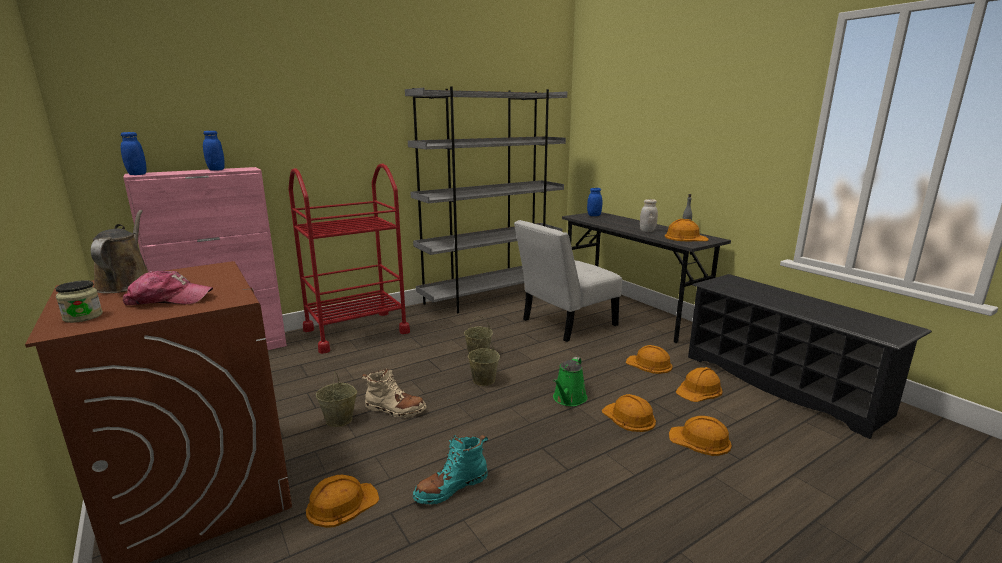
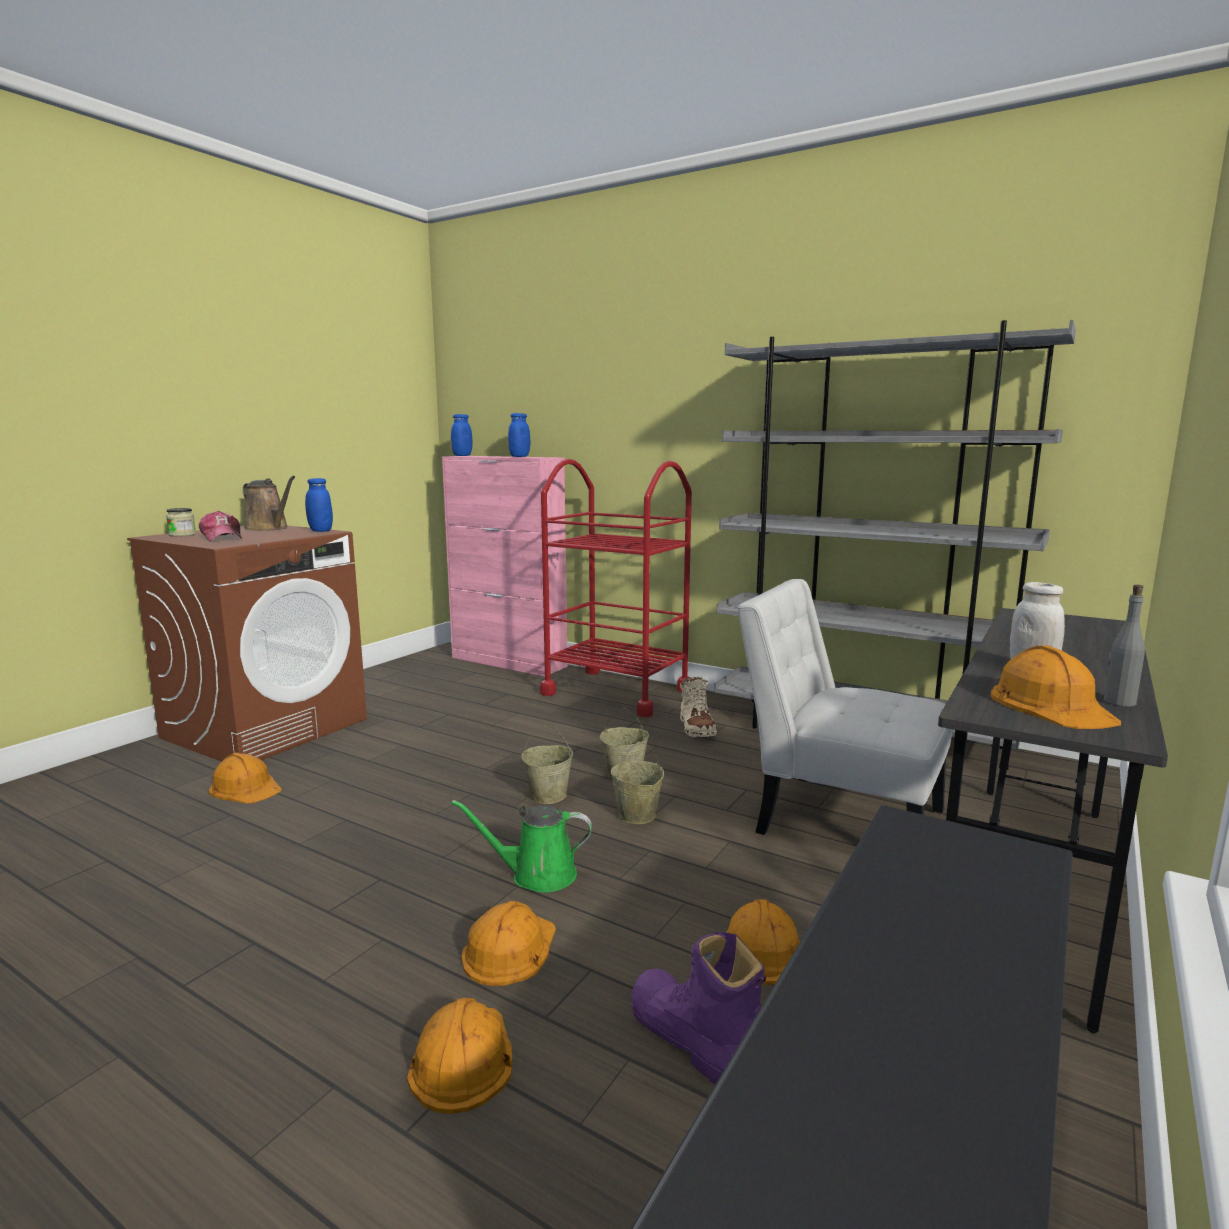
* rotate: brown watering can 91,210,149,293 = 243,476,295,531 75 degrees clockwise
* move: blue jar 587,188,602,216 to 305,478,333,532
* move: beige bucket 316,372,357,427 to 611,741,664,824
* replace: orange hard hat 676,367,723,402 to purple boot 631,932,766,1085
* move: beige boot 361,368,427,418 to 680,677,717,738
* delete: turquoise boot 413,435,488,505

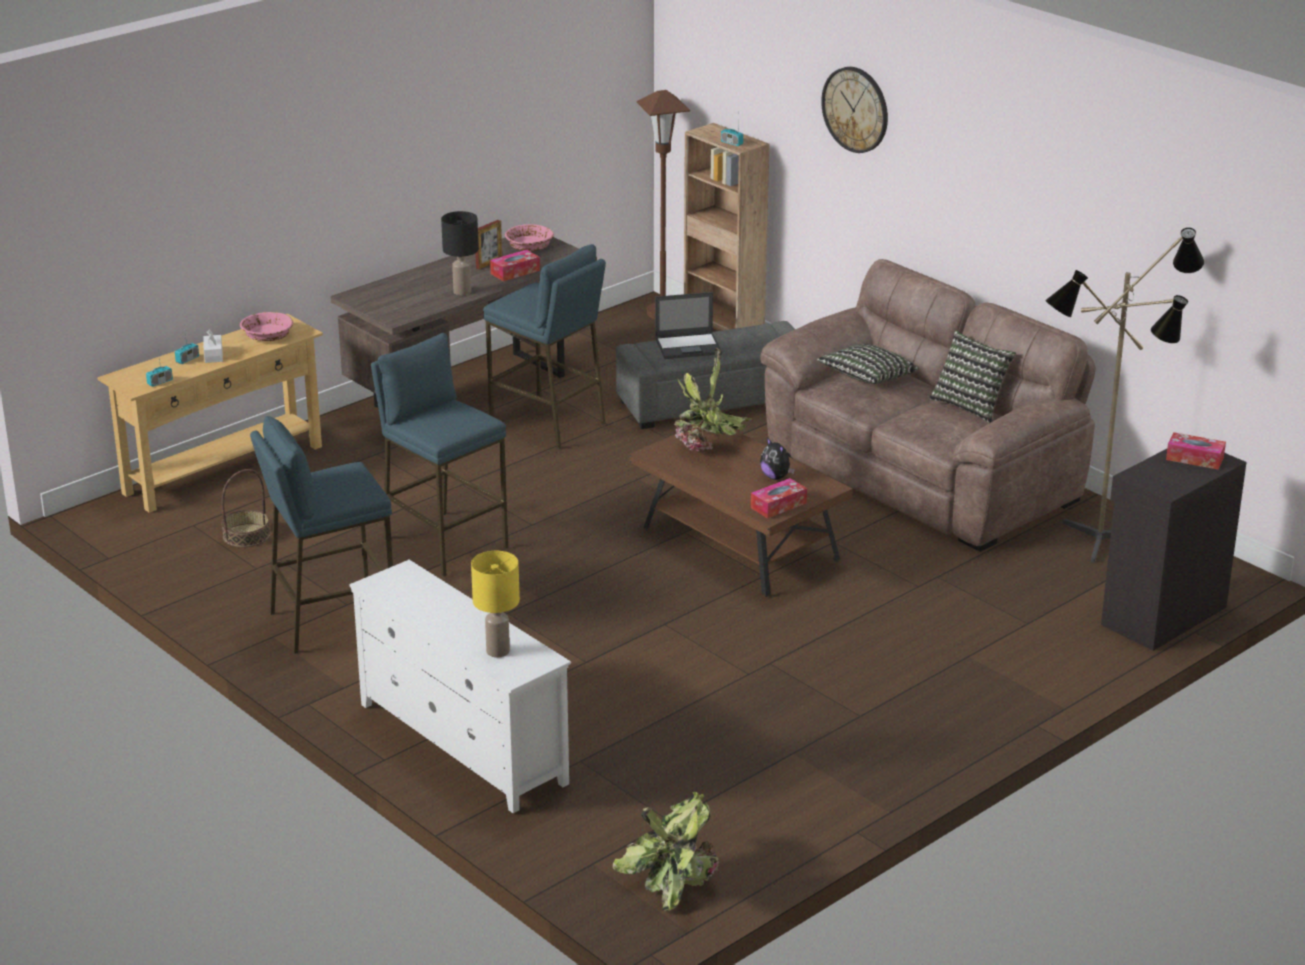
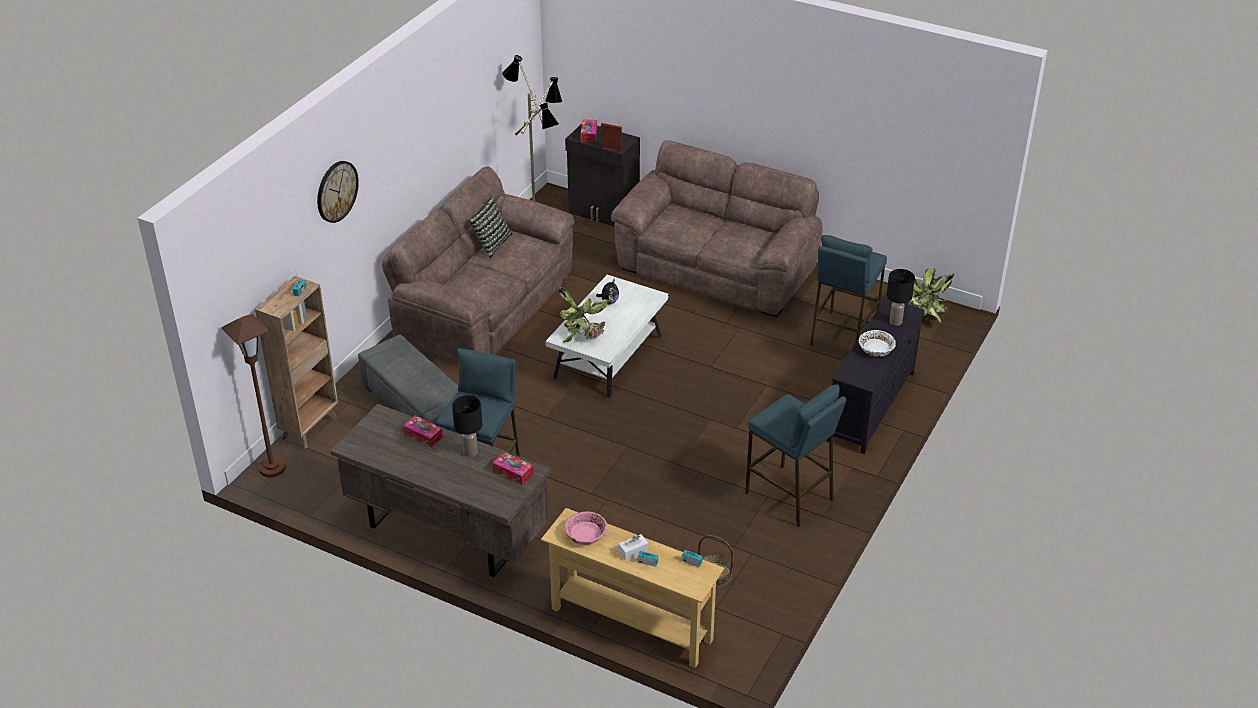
* move: tissue box 751,478,807,519 to 493,452,533,485
* recolor: brown coffee table 630,430,853,597 to white coffee table 545,275,669,398
* move: picture frame 475,220,502,270 to 601,123,622,152
* insert: brown sofa 611,140,823,317
* move: blue stool 371,333,508,577 to 810,235,887,346
* recolor: white tv stand 349,560,571,813 to black tv stand 827,298,925,454
* insert: white bowl 859,330,896,357
* recolor: yellow table lamp 471,551,520,658 to black table lamp 887,269,915,326
* delete: pink bowl 505,224,554,251
* delete: laptop 655,292,722,359
* delete: pillow 817,344,919,384

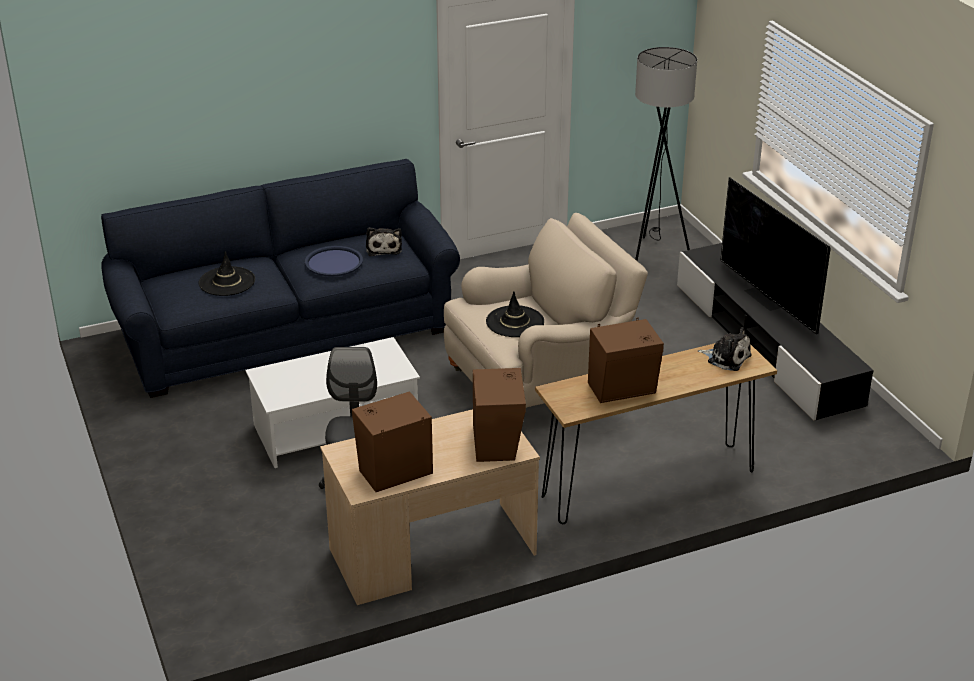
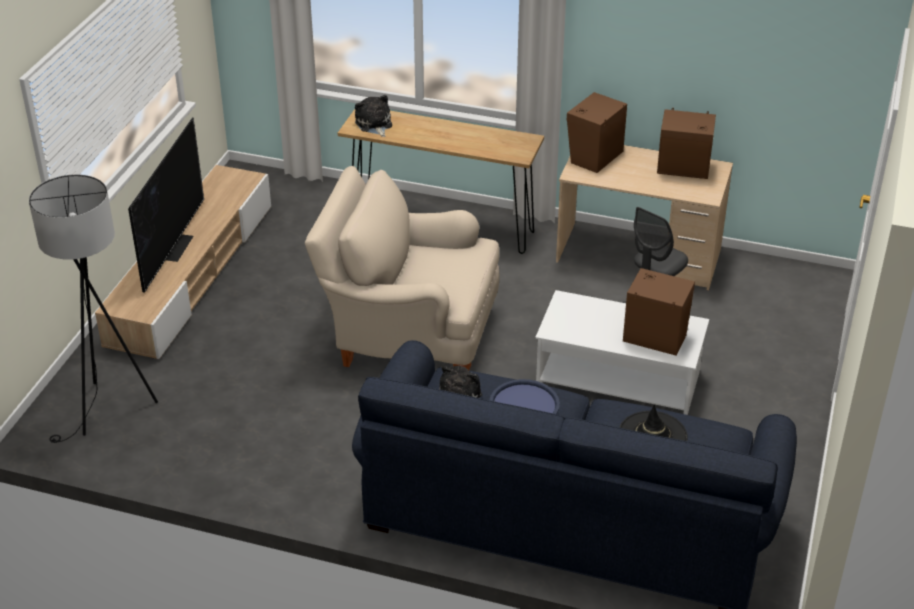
* recolor: black tv stand 677,243,874,421 to beige tv stand 95,165,271,359
* move: brown speaker 588,318,664,403 to 623,268,695,356
* delete: black hat 486,291,544,337

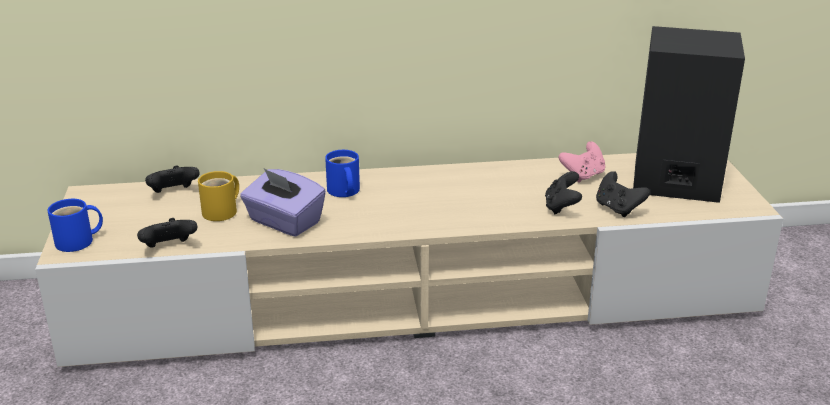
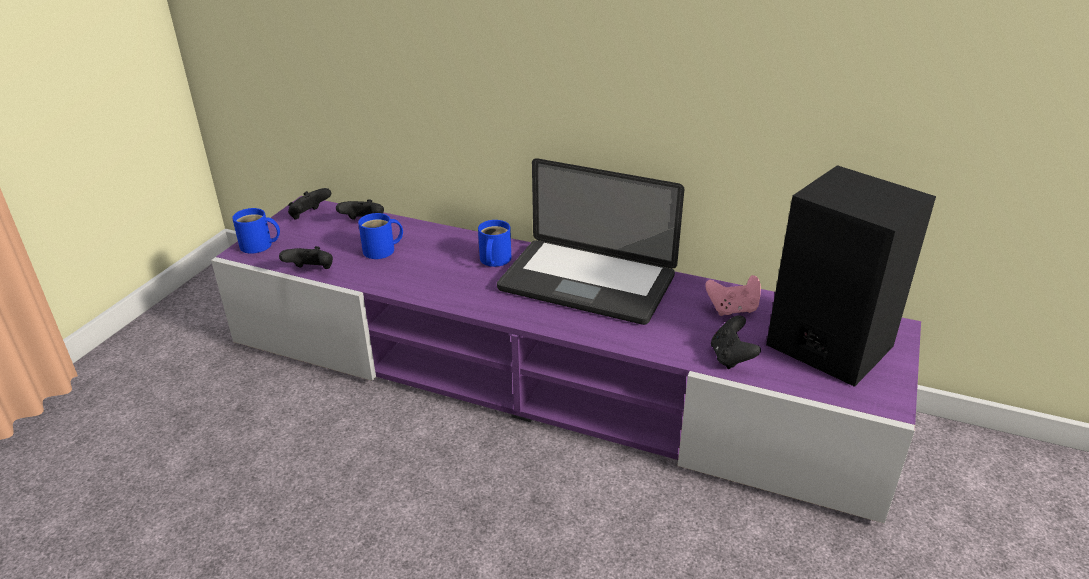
* recolor: beige tv stand 35,153,783,367 to purple tv stand 211,196,921,524
* move: black game controller 545,171,582,214 to 288,188,331,220
* recolor: yellow mug 198,171,239,221 to blue mug 358,213,403,259
* insert: laptop 497,158,684,325
* delete: purple tissue box 240,168,326,237

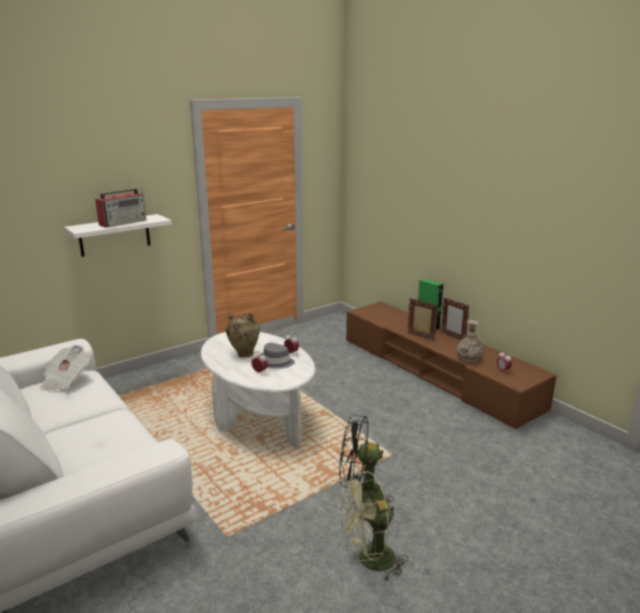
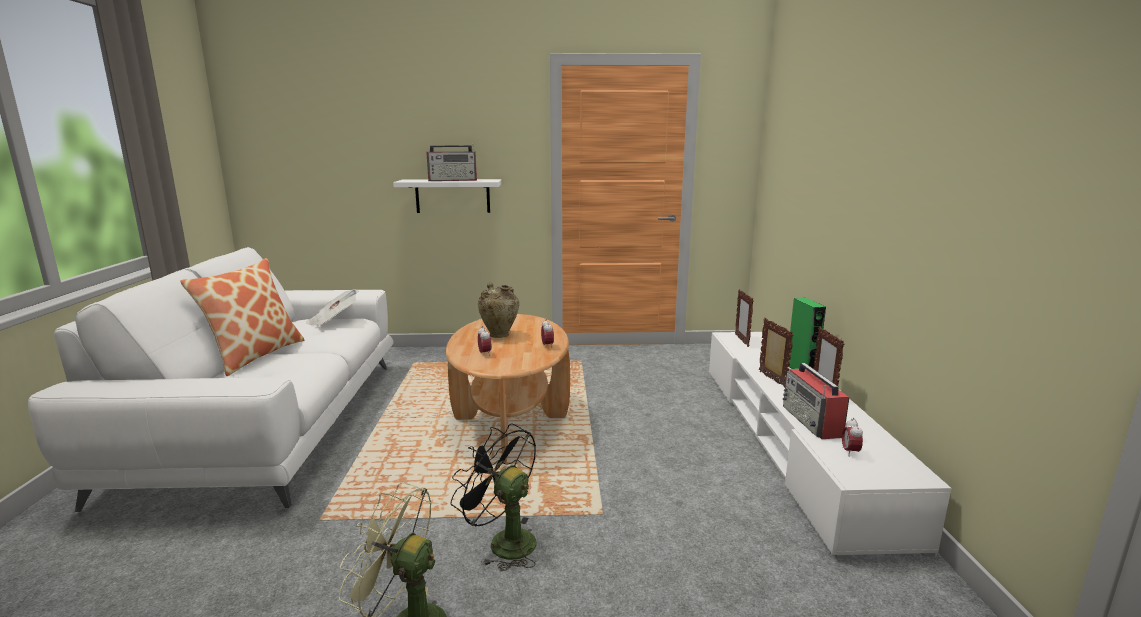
* insert: pillow 180,258,304,376
* recolor: white coffee table 201,332,315,449 to brown coffee table 445,314,570,463
* recolor: brown tv stand 346,301,557,430 to white tv stand 709,332,951,559
* insert: picture frame 735,289,754,347
* replace: vase 457,320,484,363 to radio 783,363,849,439
* delete: grey hat 260,343,295,369

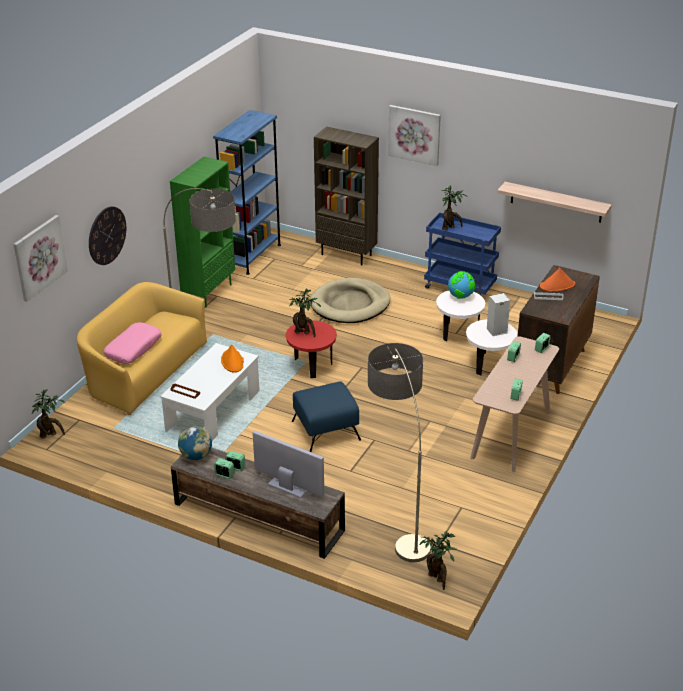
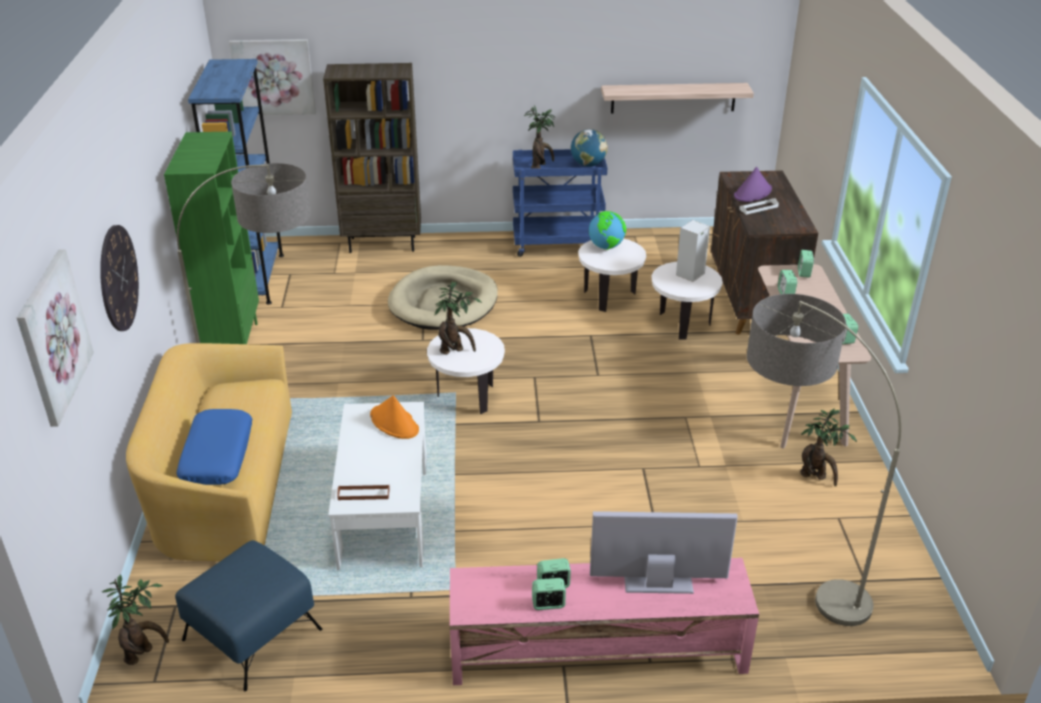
* move: blue ottoman 292,381,361,452 to 175,540,322,691
* recolor: pink pillow 103,322,162,364 to blue pillow 177,409,252,485
* move: picture 388,105,441,166 to 229,39,316,115
* recolor: red side table 286,320,337,378 to white side table 427,328,505,414
* recolor: brown tv stand 171,447,345,559 to pink tv stand 450,558,759,685
* move: globe 178,426,212,460 to 571,129,608,167
* recolor: orange hat 540,268,575,292 to purple hat 734,167,772,202
* move: potted plant 420,531,456,590 to 801,408,857,486

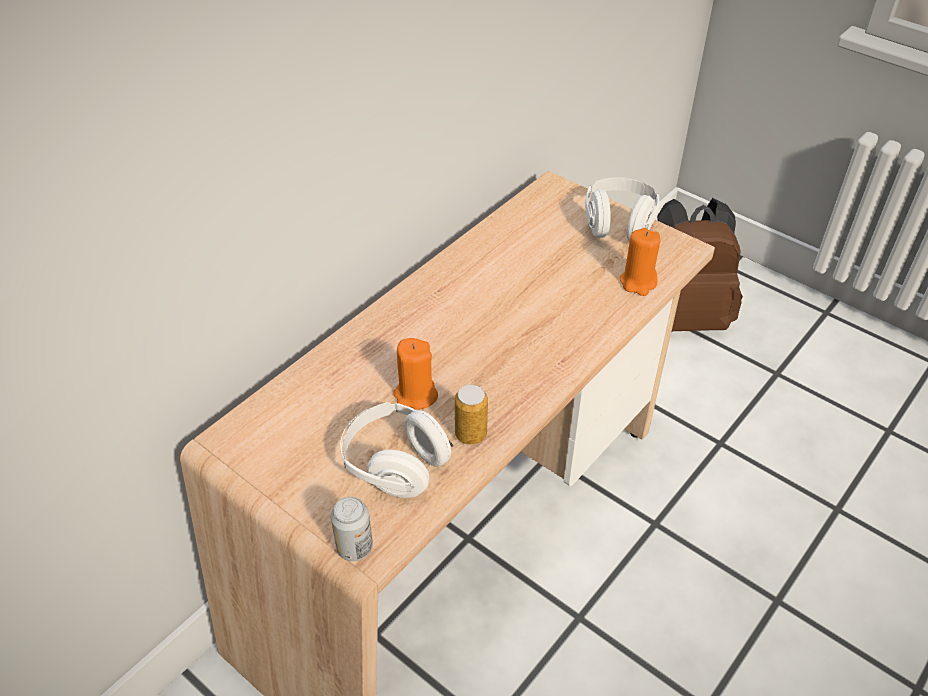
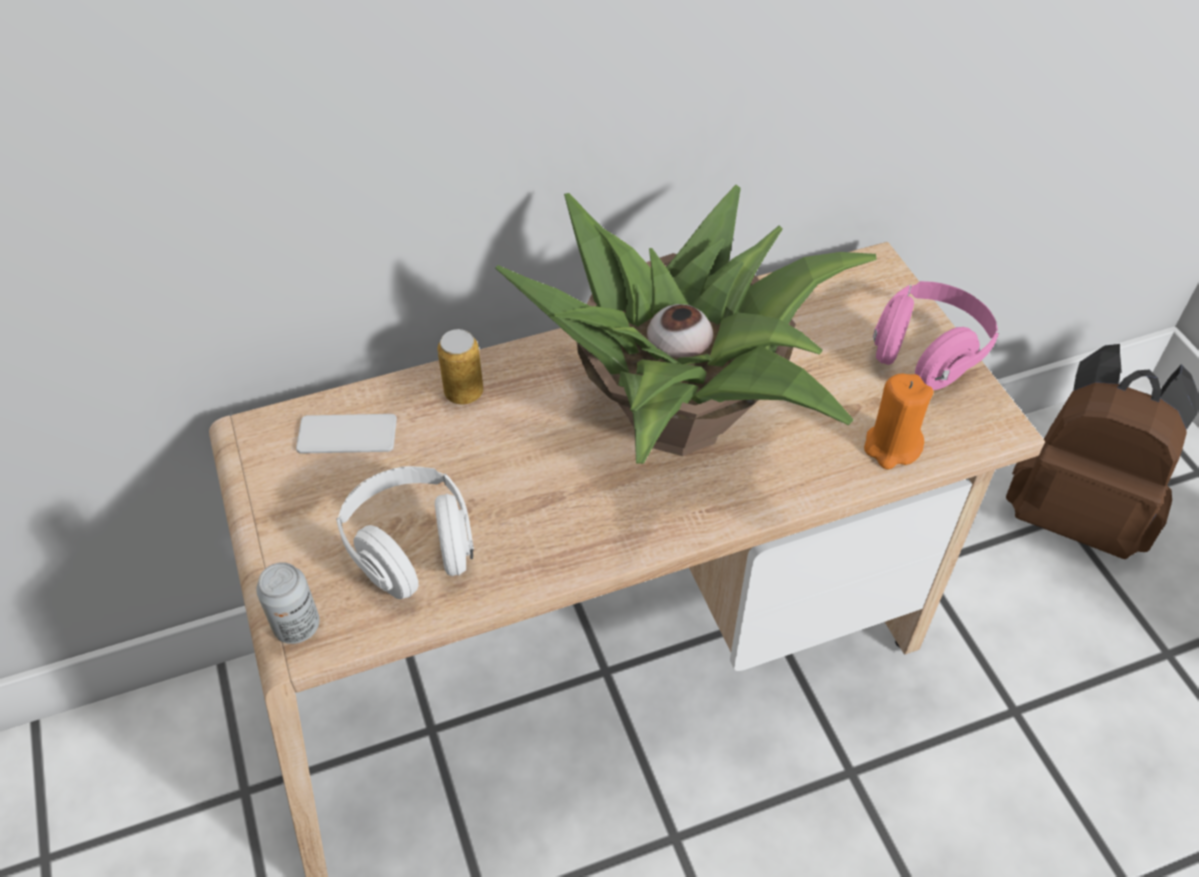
* insert: phone 296,414,397,454
* move: can 455,384,488,445 to 437,329,483,405
* insert: potted plant 495,185,877,464
* recolor: white headphones 585,177,659,241 to pink headphones 873,281,999,390
* delete: orange candle 393,338,438,410

